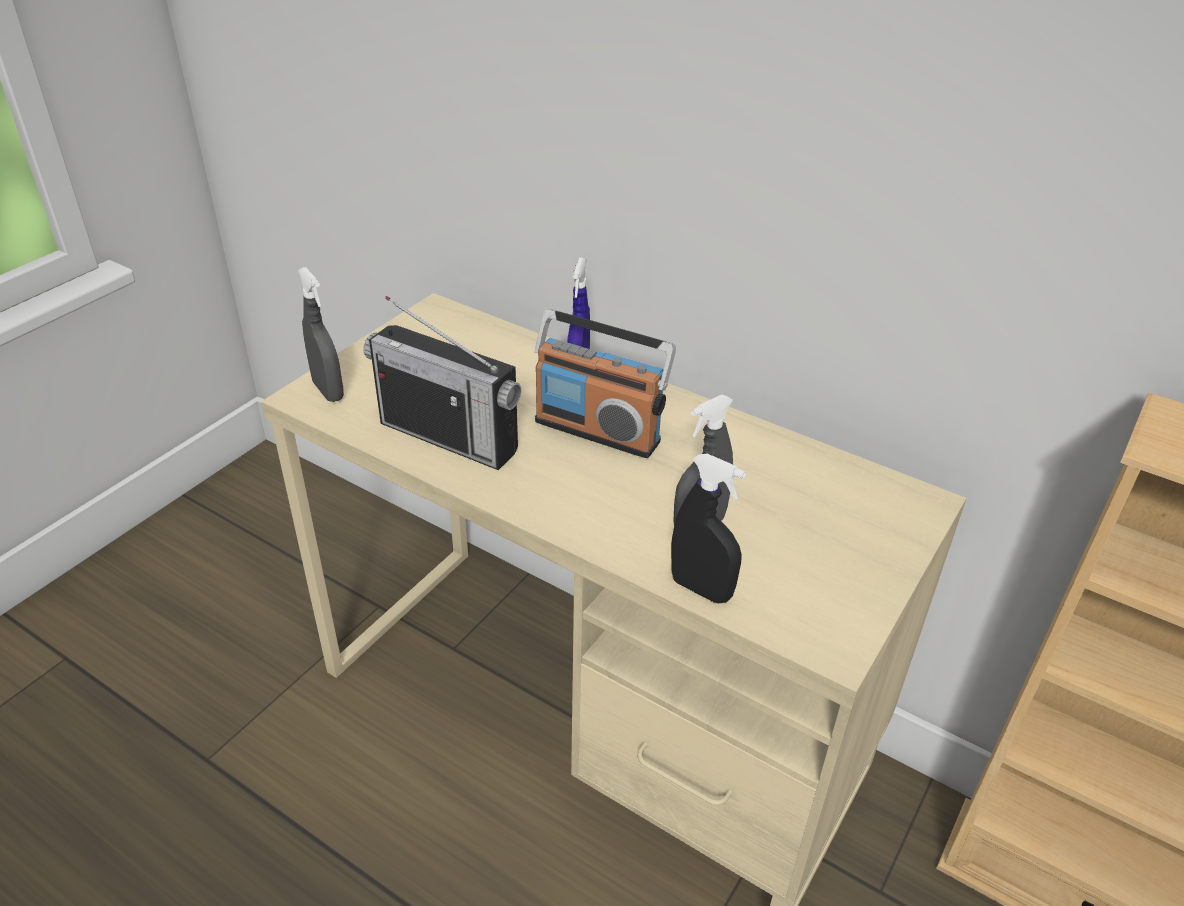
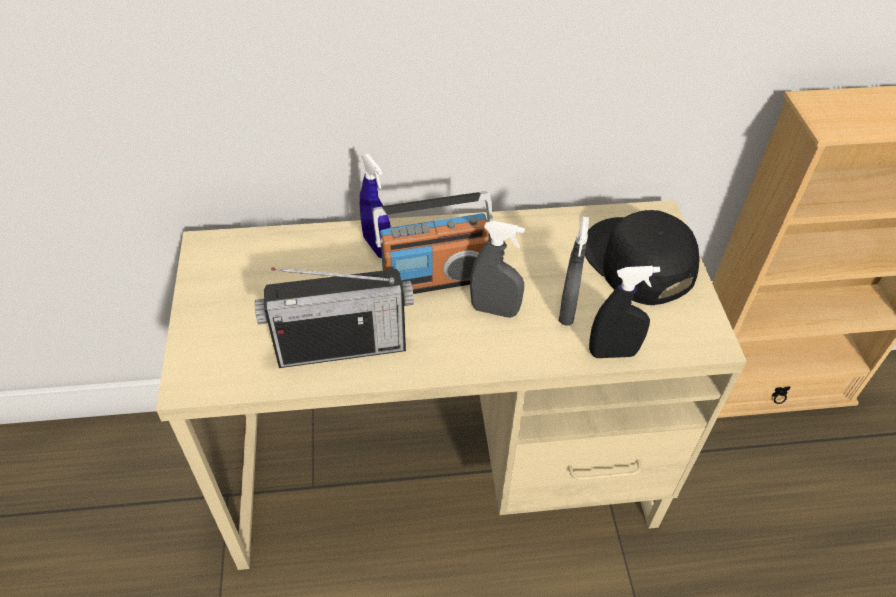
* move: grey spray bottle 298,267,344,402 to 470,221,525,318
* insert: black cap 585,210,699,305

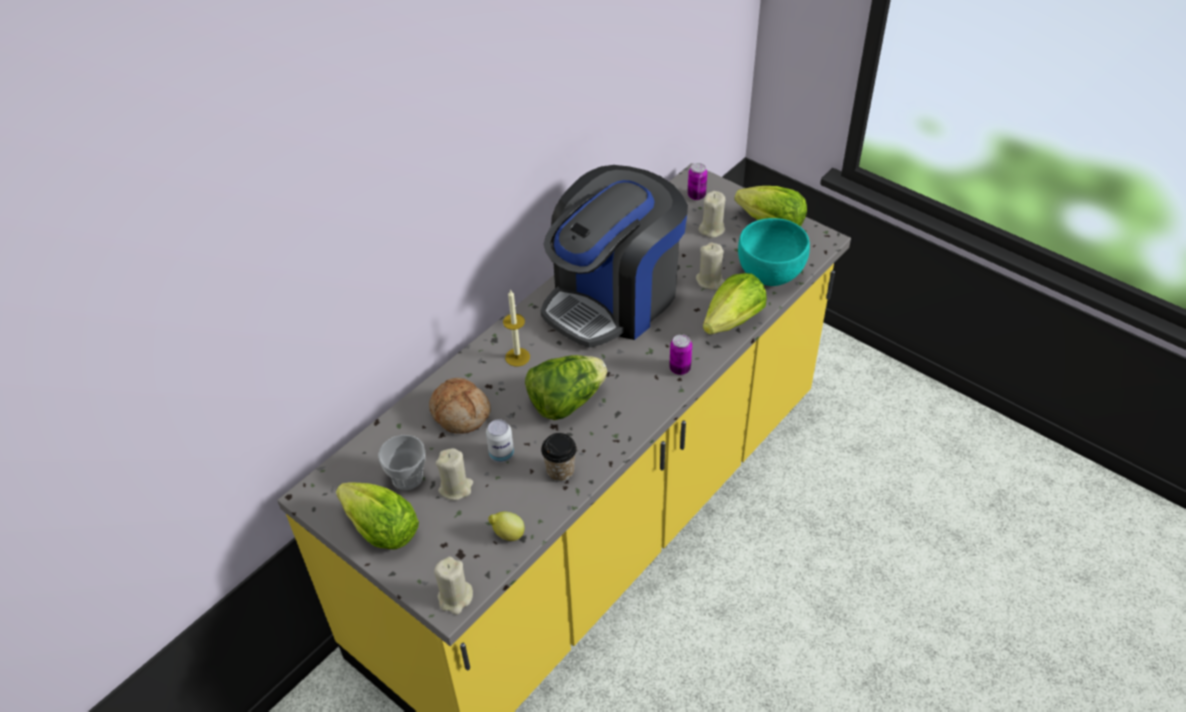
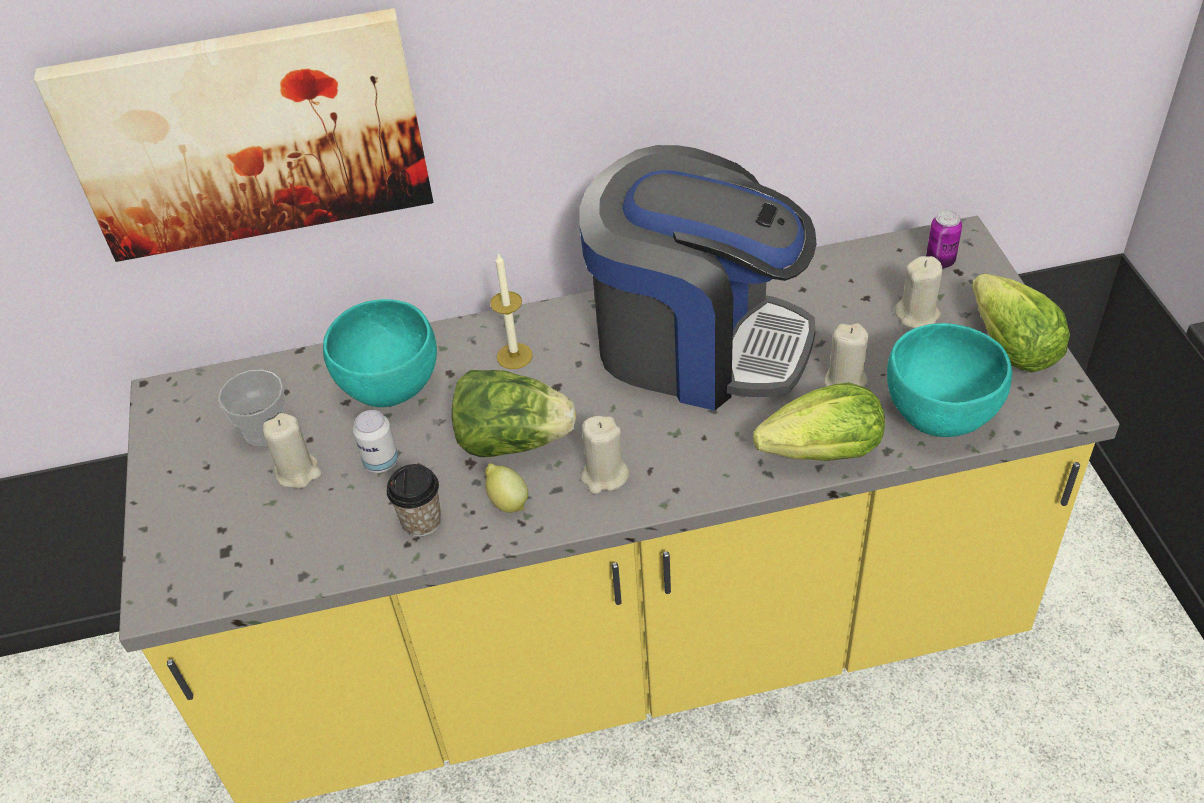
* insert: picture 34,8,434,262
* replace: bread 429,378,491,434 to turquoise bowl 323,299,437,407
* move: lemon 488,512,524,541 to 485,463,528,513
* rotate: coffee machine 541,165,688,348 = 580,145,816,411 150 degrees counterclockwise
* move: beige candle 434,557,473,615 to 580,416,630,494
* delete: lettuce 336,482,419,550
* delete: can 669,334,692,375

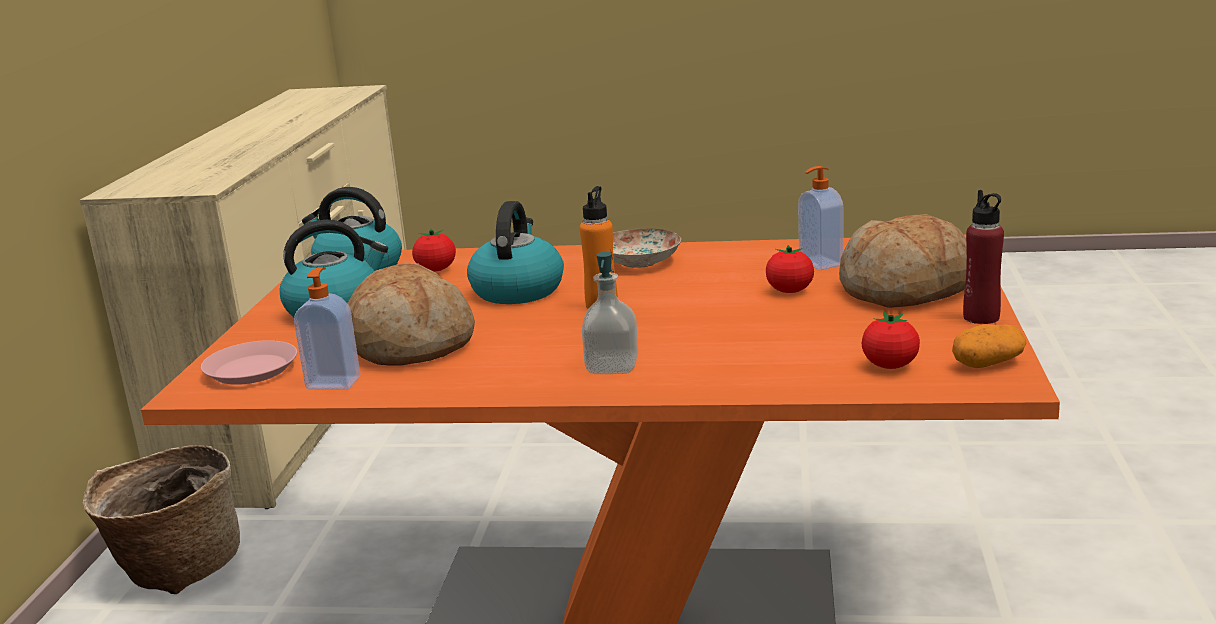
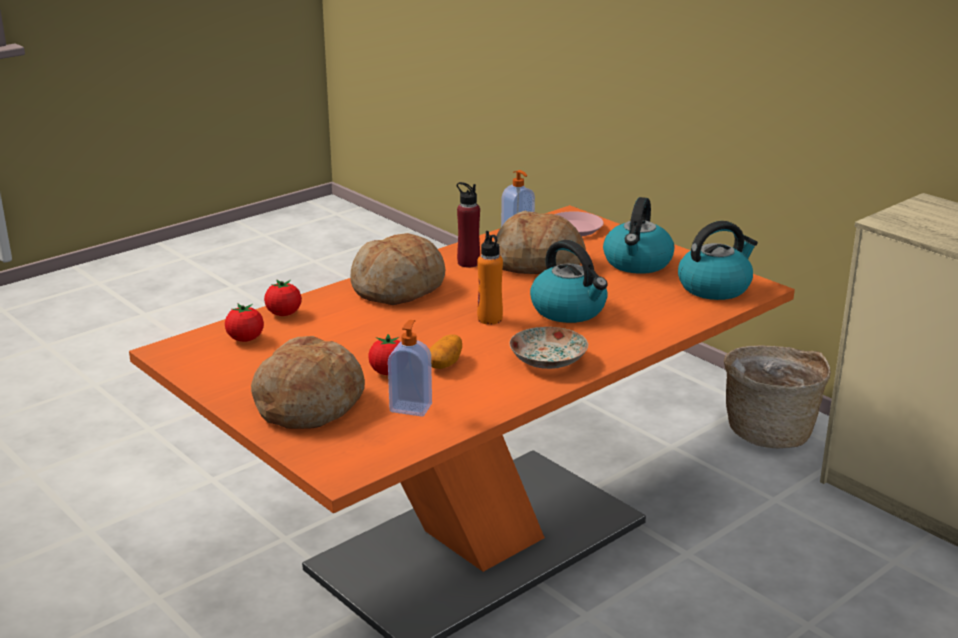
* move: tomato 412,229,456,272 to 264,279,302,316
* replace: soap dispenser 582,252,638,374 to bread 350,233,446,305
* move: potato 952,325,1026,368 to 430,334,462,369
* move: red bottle 963,190,1004,324 to 457,182,480,268

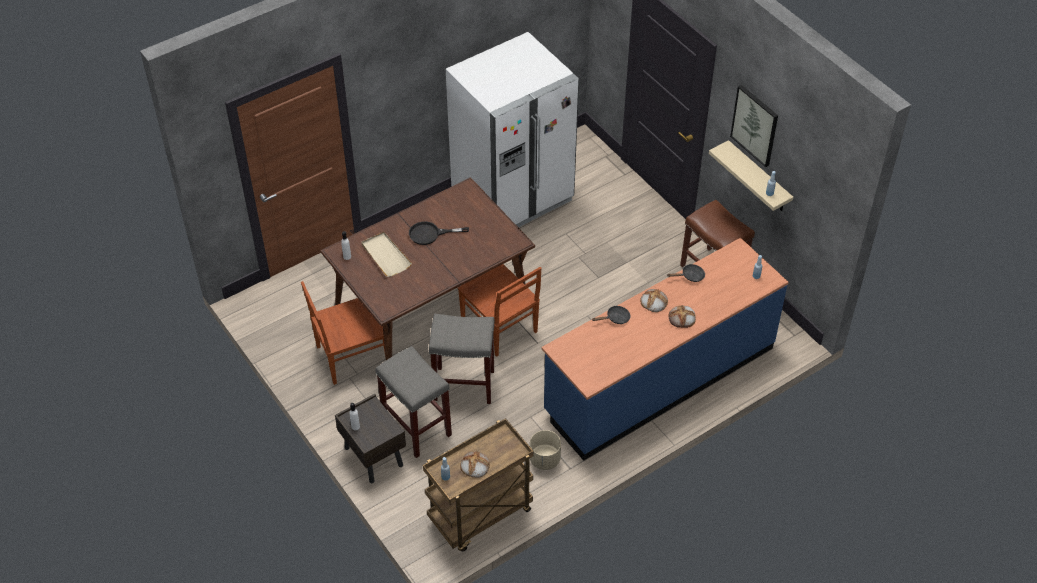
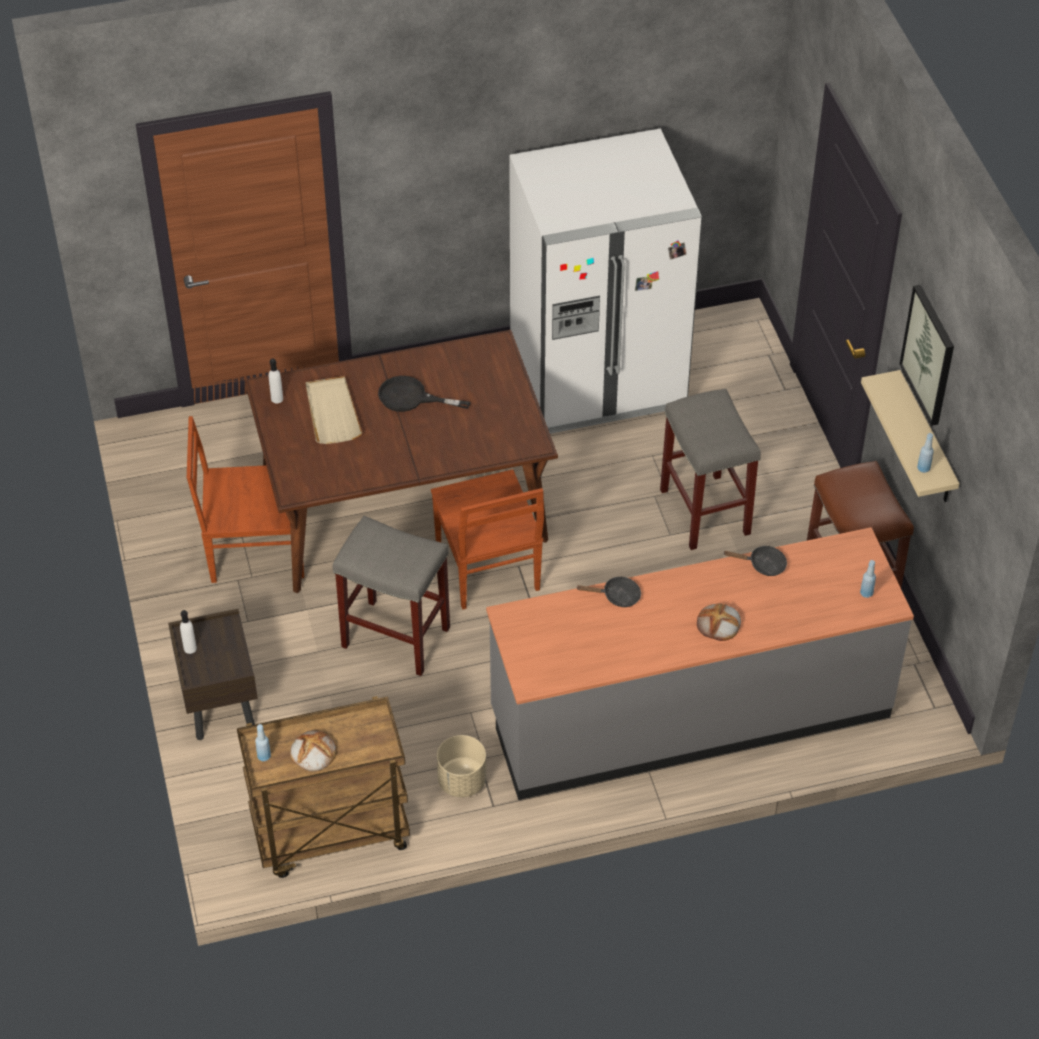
* recolor: blue counter 542,238,789,461 to grey counter 486,527,914,800
* move: grey stool 375,346,452,458 to 660,389,761,550
* delete: bread 640,289,668,312

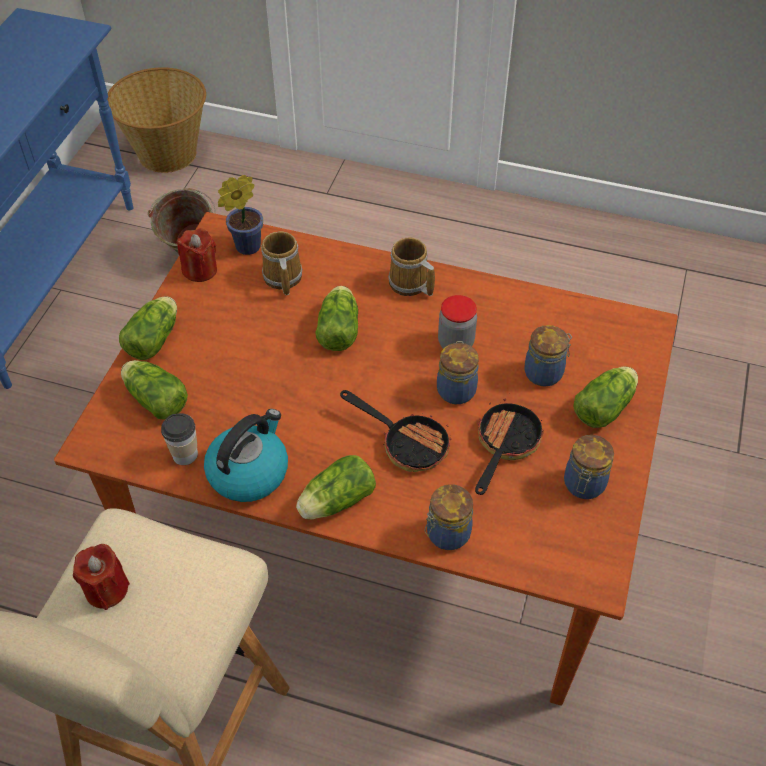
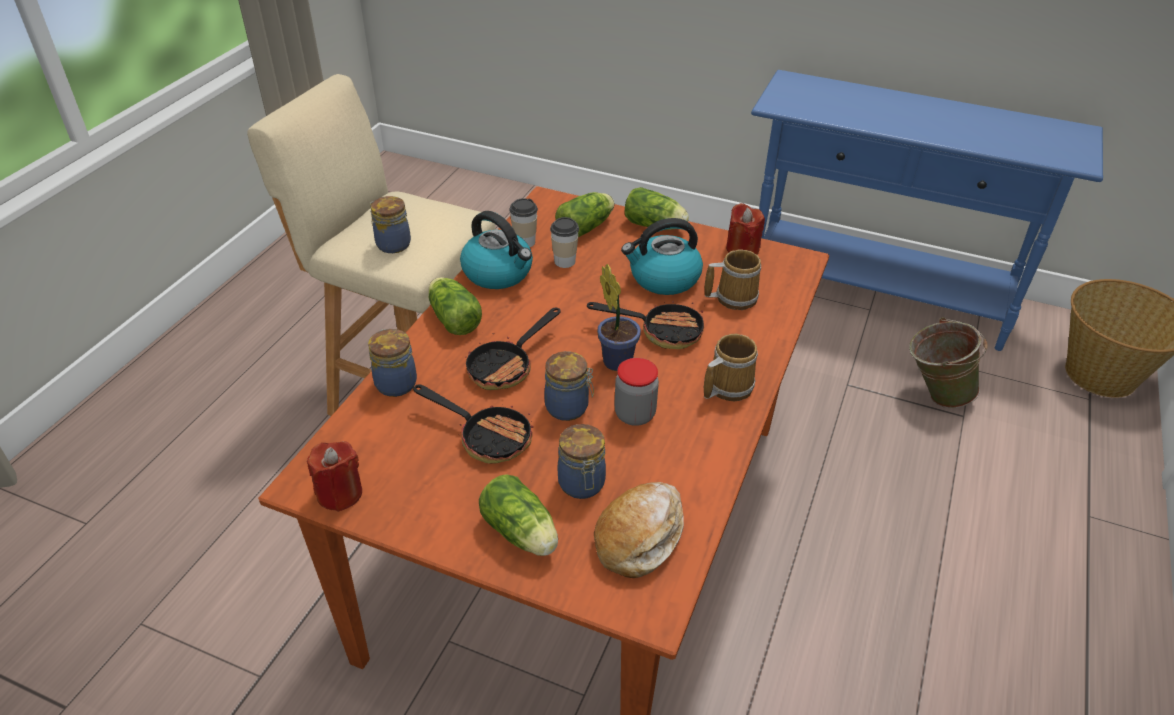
* move: red candle 73,544,130,610 to 307,441,362,512
* move: jar 564,435,614,499 to 370,196,411,253
* insert: cup 550,217,579,268
* replace: lettuce 315,286,358,351 to frying pan 587,301,704,349
* insert: bread 594,482,684,578
* move: potted plant 218,175,263,255 to 597,264,641,371
* insert: kettle 621,218,703,295

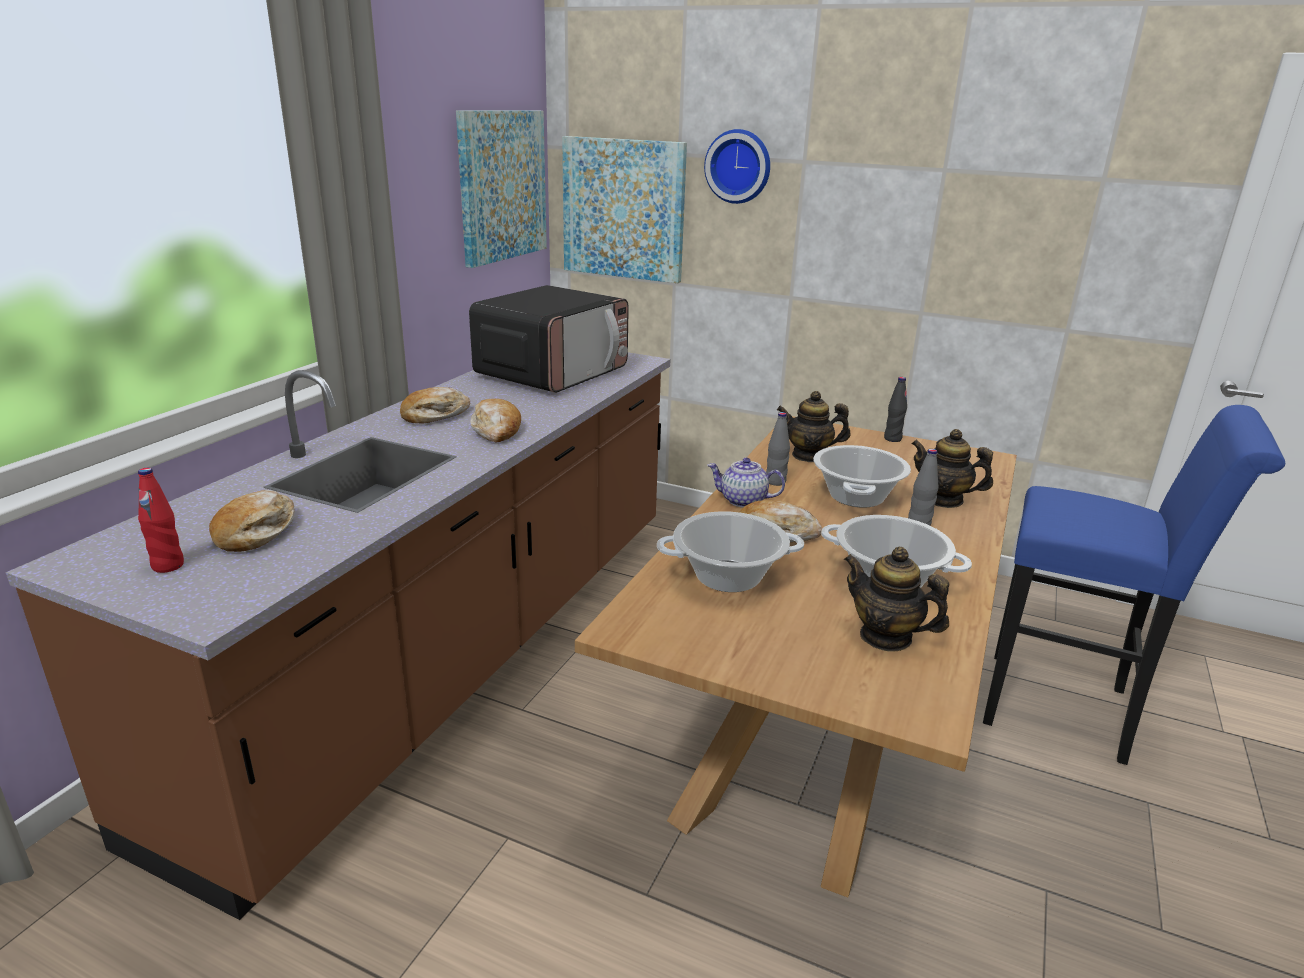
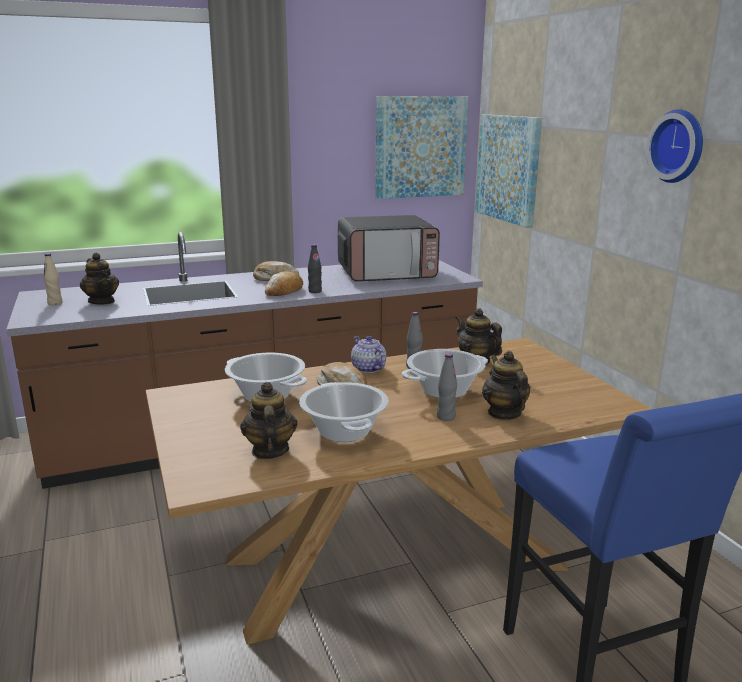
* recolor: red bottle 138,468,184,573 to beige bottle 43,253,63,305
* replace: bread 209,490,294,552 to teapot 80,253,119,304
* move: black bottle 884,377,907,442 to 308,244,322,293
* move: wall clock 704,129,770,204 to 646,109,703,183

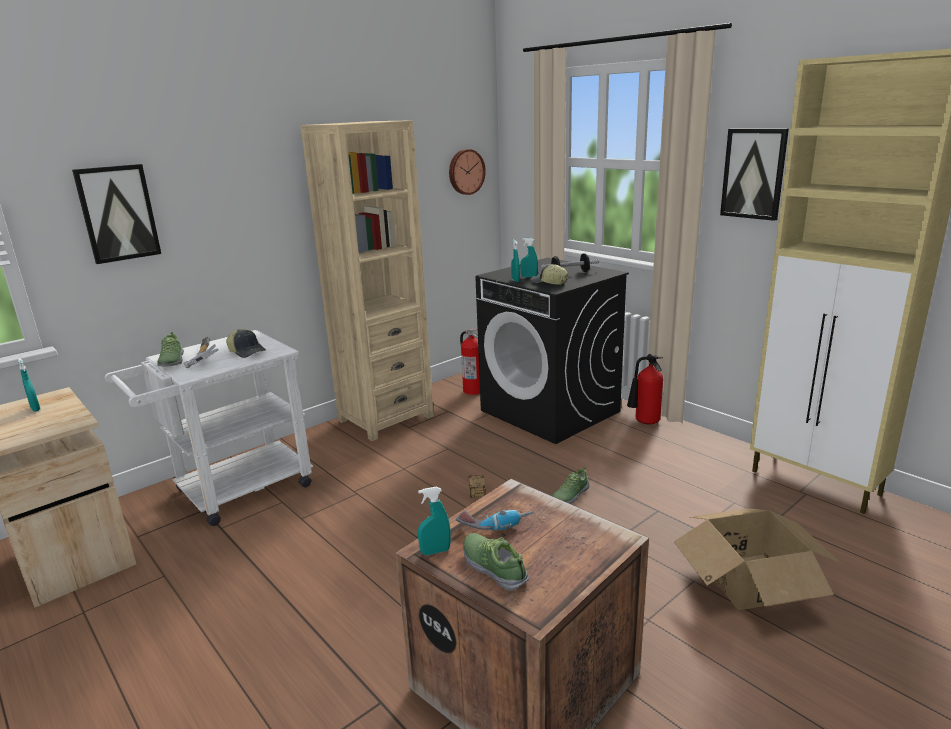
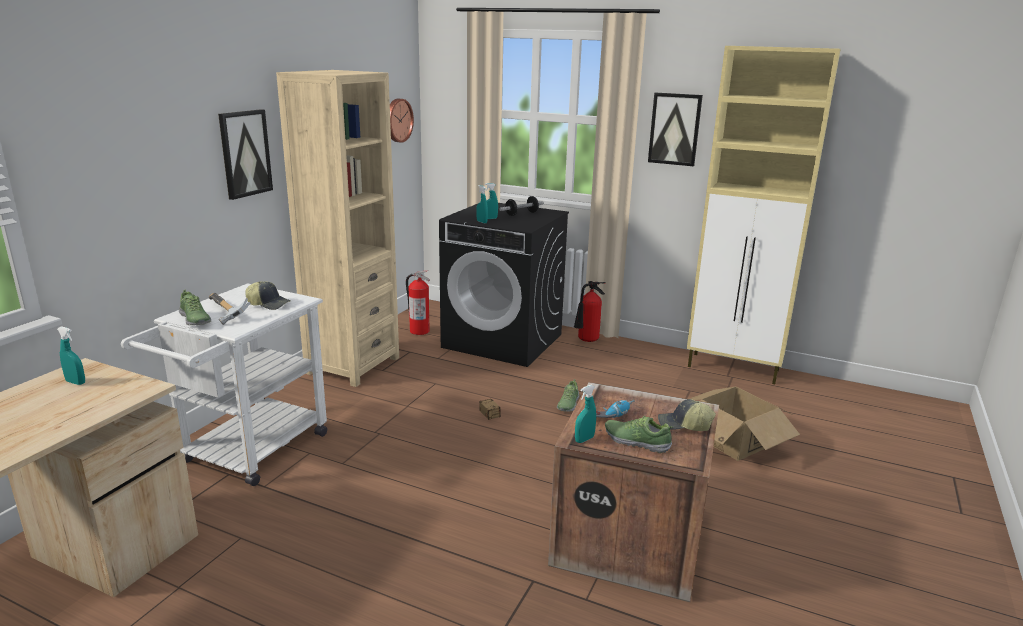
* move: picture 72,164,161,264 to 218,109,273,200
* move: cap 530,264,568,285 to 658,399,716,431

